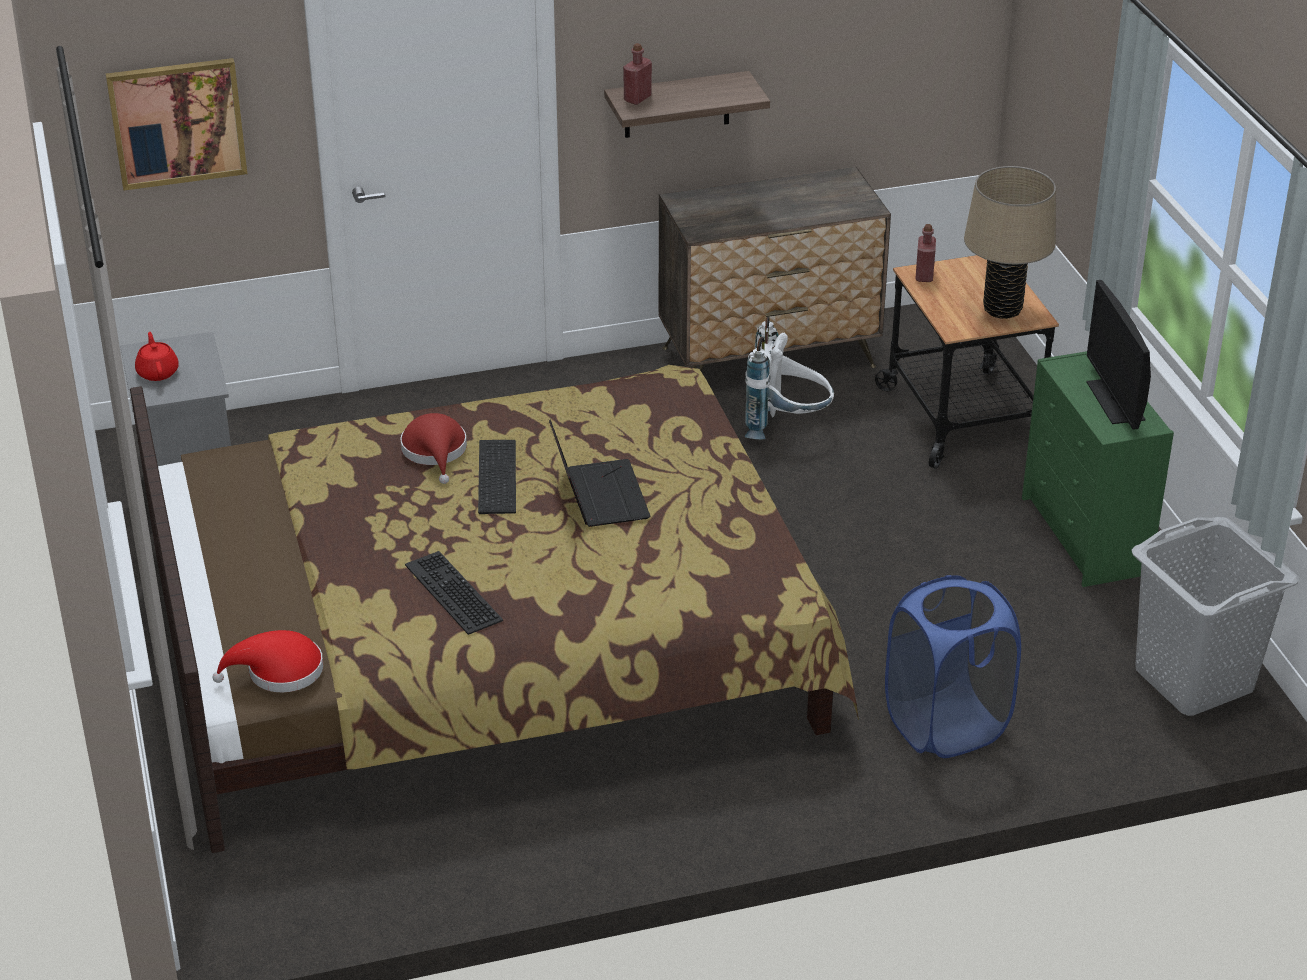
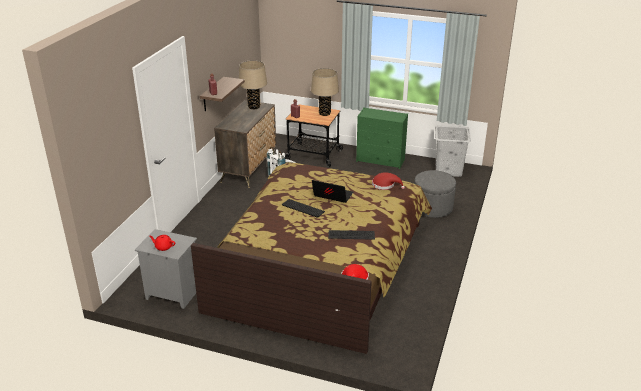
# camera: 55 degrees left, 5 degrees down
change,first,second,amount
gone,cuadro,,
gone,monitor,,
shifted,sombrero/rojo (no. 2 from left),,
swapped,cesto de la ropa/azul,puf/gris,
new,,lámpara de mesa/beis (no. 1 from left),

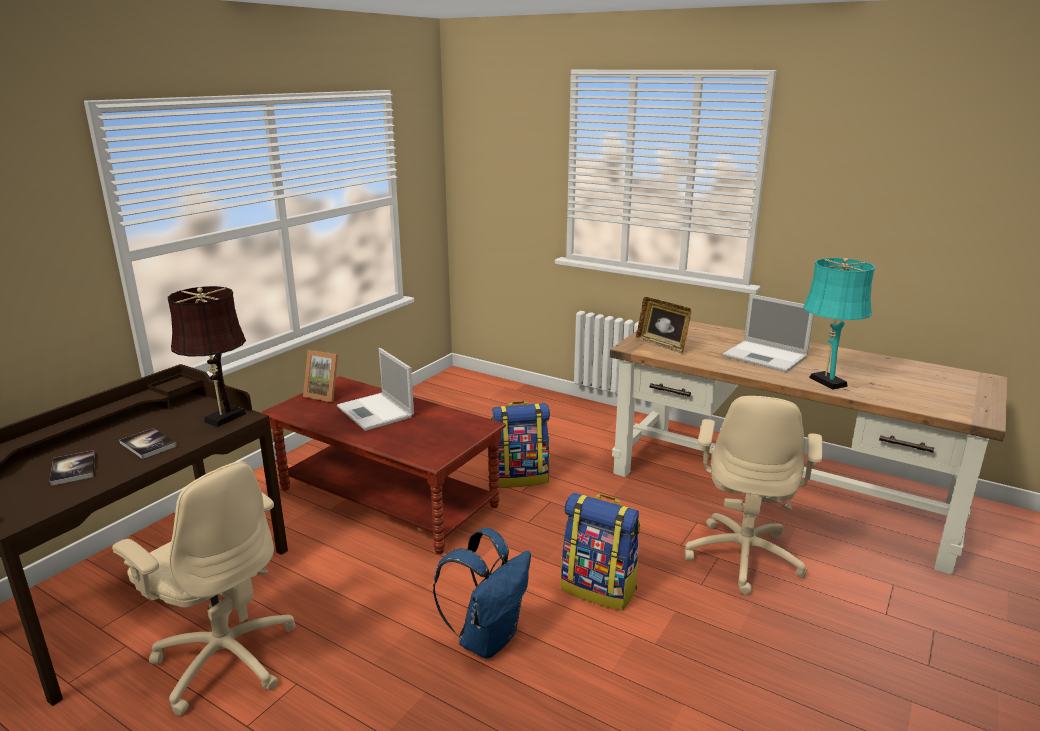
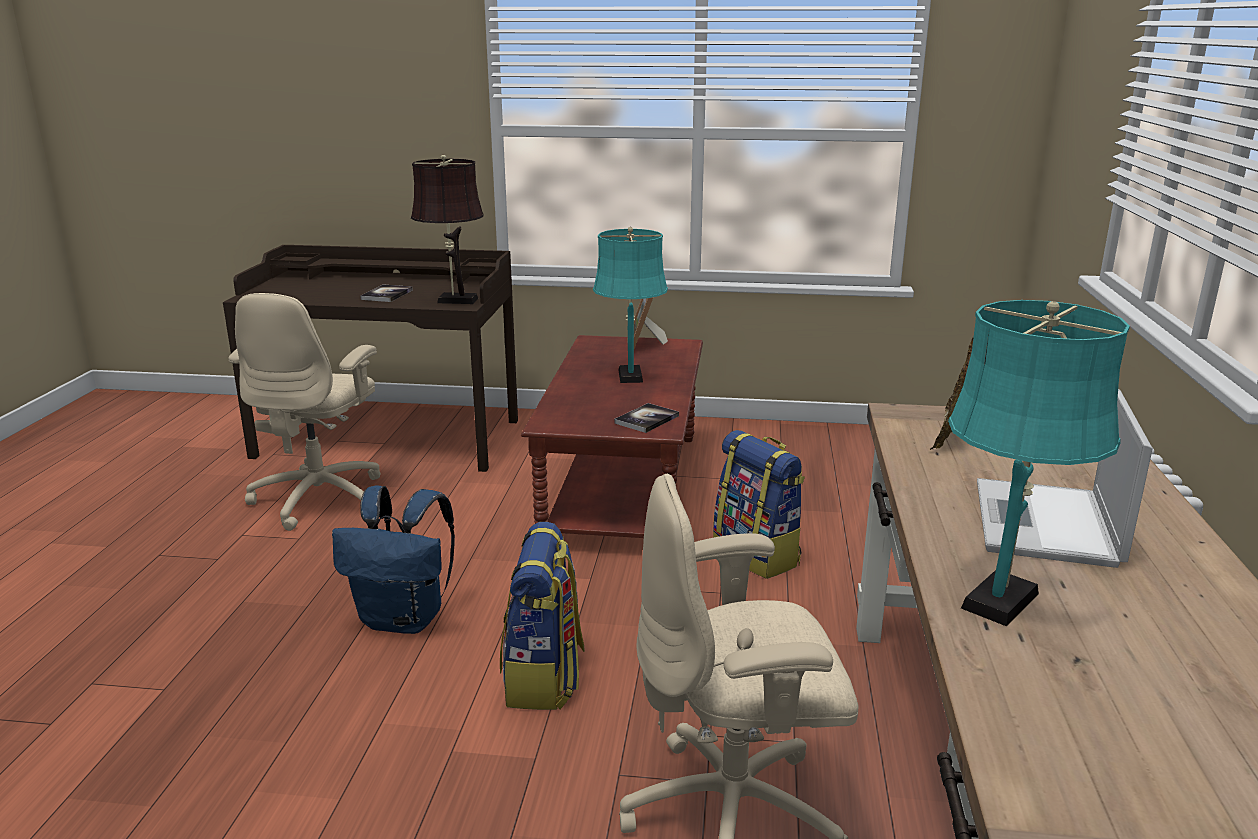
# camera: 65 degrees right, 0 degrees up
change,first,second,amount
swapped,portátil (no. 1 from left),lámpara de mesa/turquesa (no. 1 from left),
shifted,libro (no. 1 from left in the first image),libro (no. 2 from left),

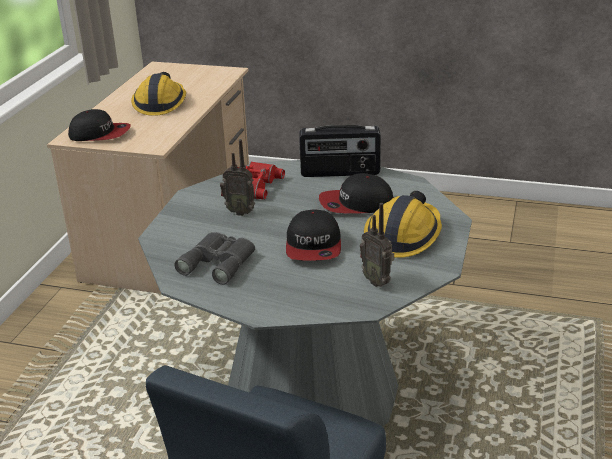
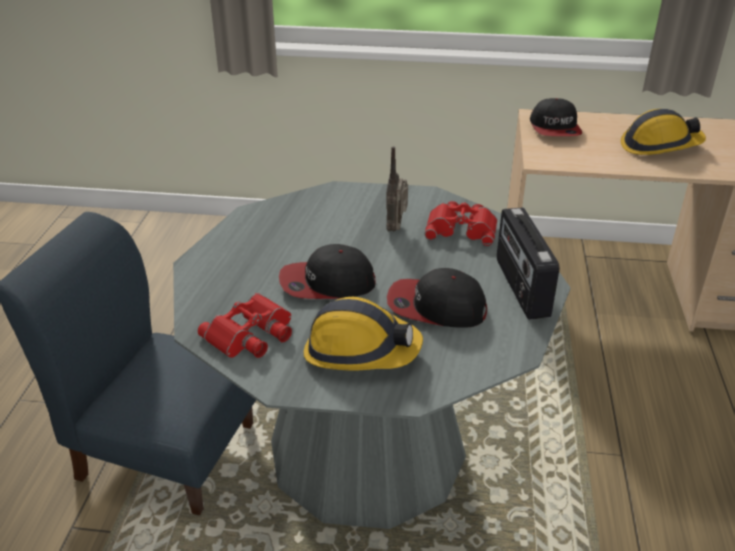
# camera: 80 degrees right, 5 degrees up
change,first,second,amount
rotated,gorra (no. 3 from left in the first image),gorra (no. 2 from left),60 degrees counterclockwise
swapped,radio (no. 3 from left),prismáticos/rojo (no. 1 from left),
gone,prismáticos/gris,,

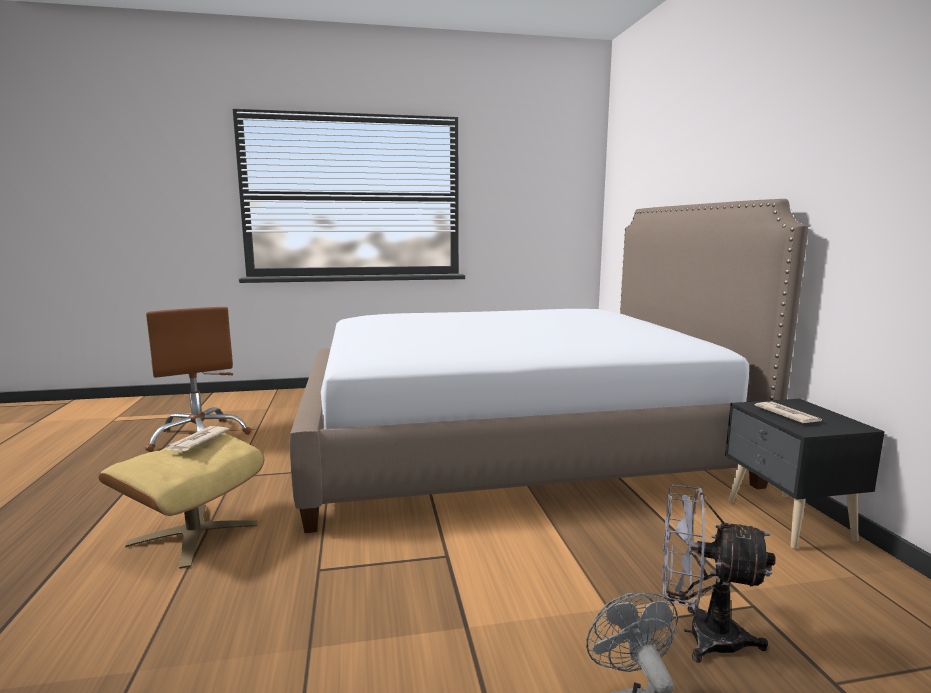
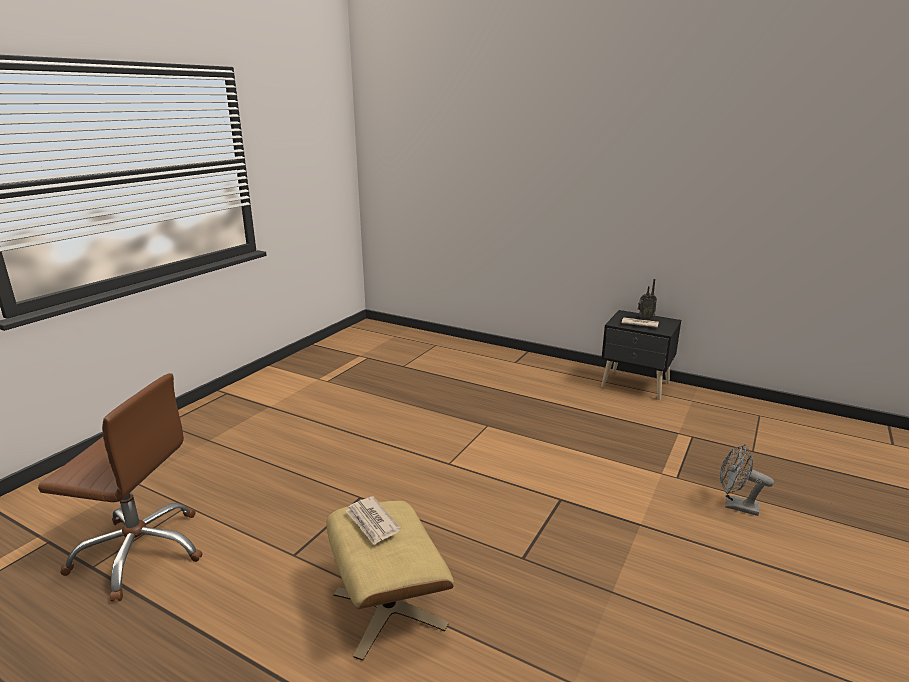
# camera: 50 degrees left, 10 degrees up
change,first,second,amount
gone,cama,,
gone,ventilador/gris (no. 2 from left),,
new,,radio,

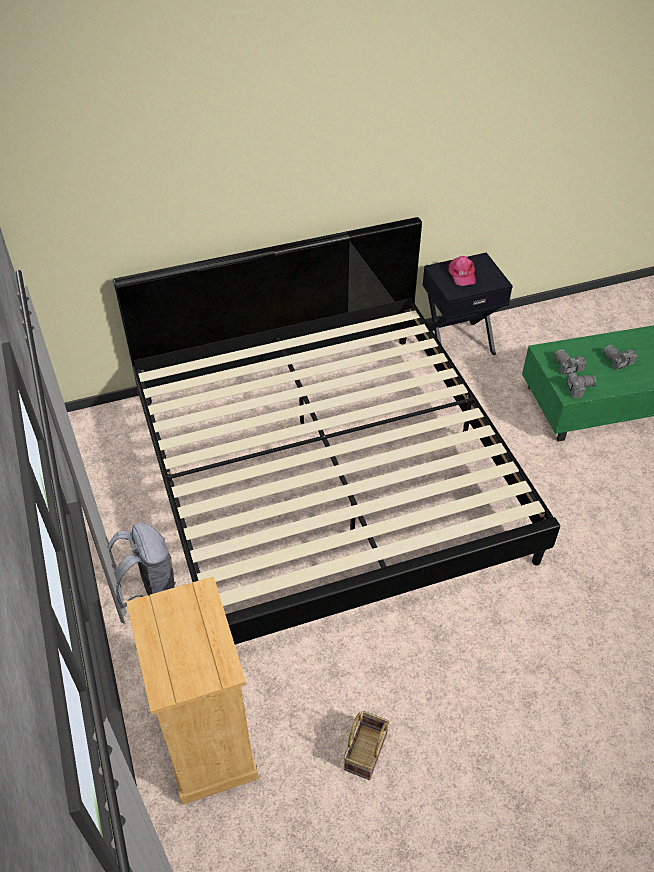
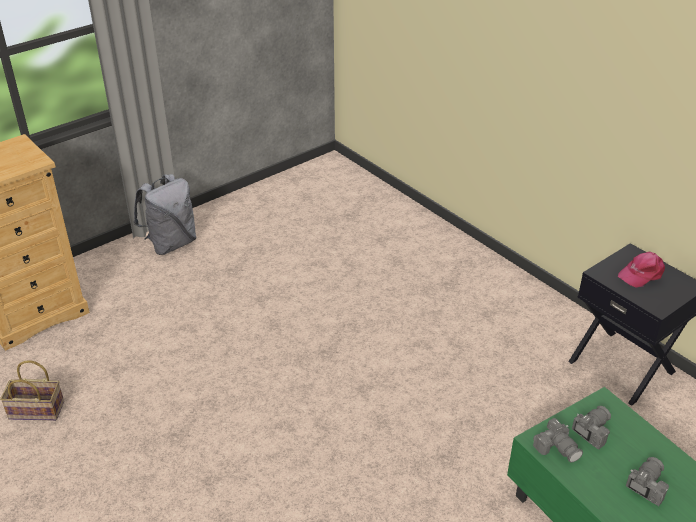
# camera: 70 degrees right, 10 degrees down
change,first,second,amount
gone,cama,,

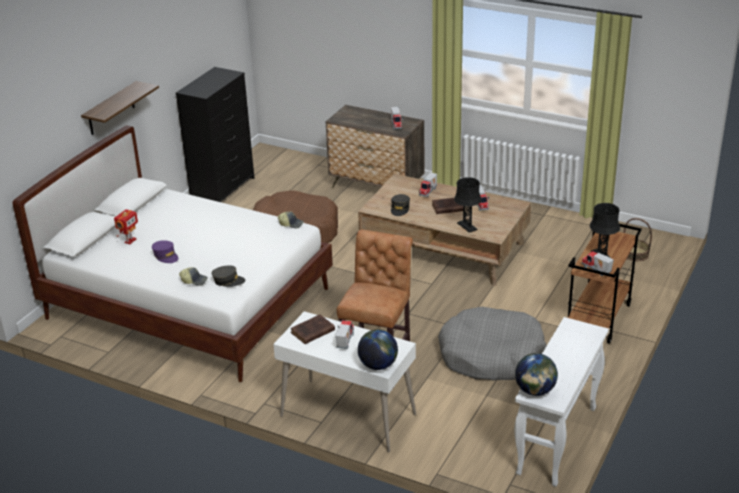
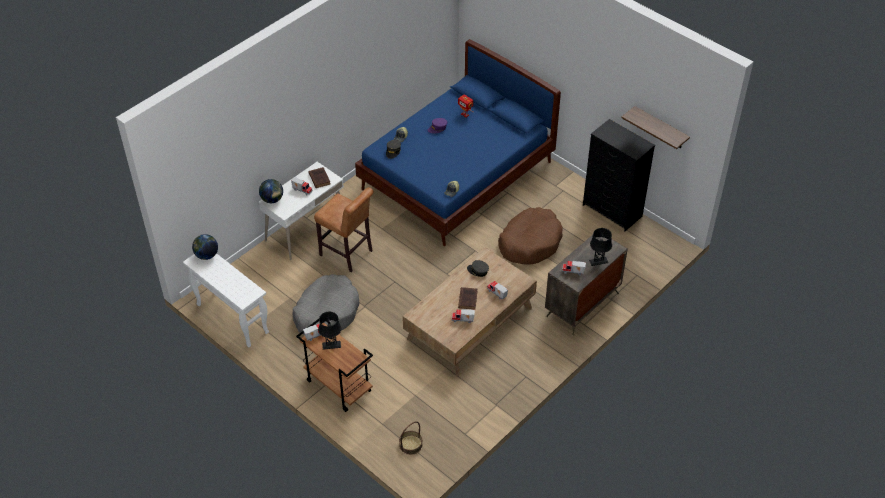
# camera: 105 degrees right, 15 degrees up
change,first,second,amount
shifted,estante,,
repainted,cama/blanco,cama/azul,
shifted,lámpara de mesa/negro (no. 1 from left in the first image),lámpara de mesa/negro (no. 2 from left),

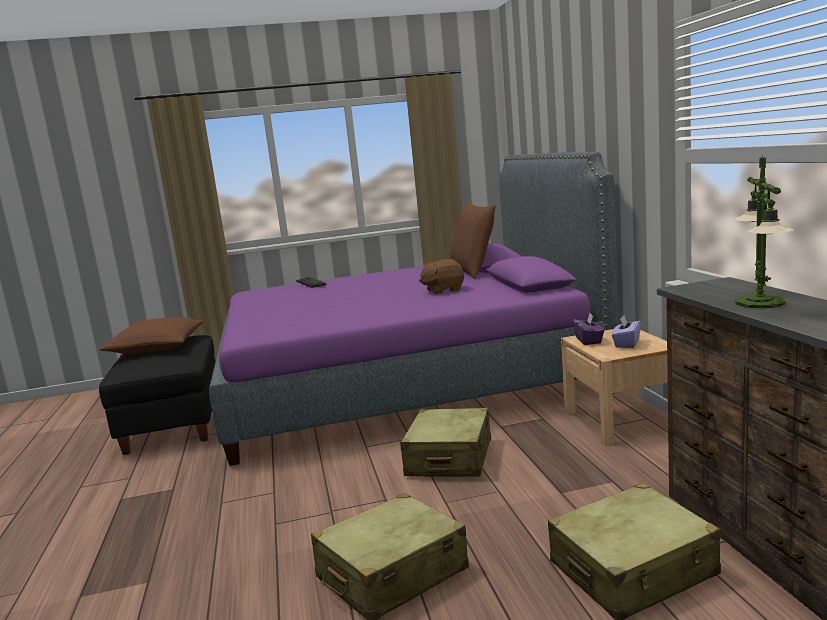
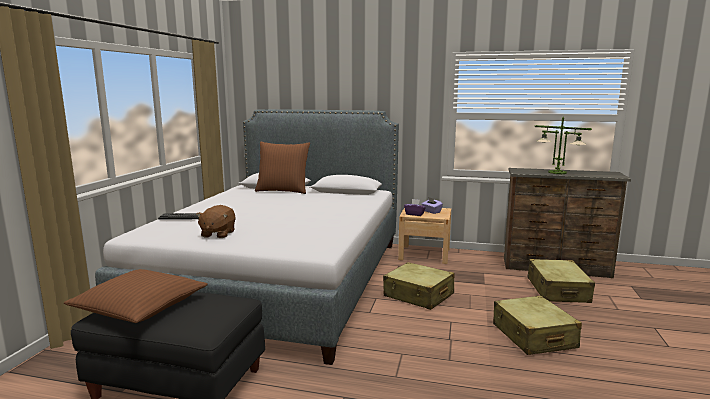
# camera: 65 degrees left, 0 degrees up
change,first,second,amount
repainted,cama/morado,cama/gris,
shifted,peluche/marrón,,

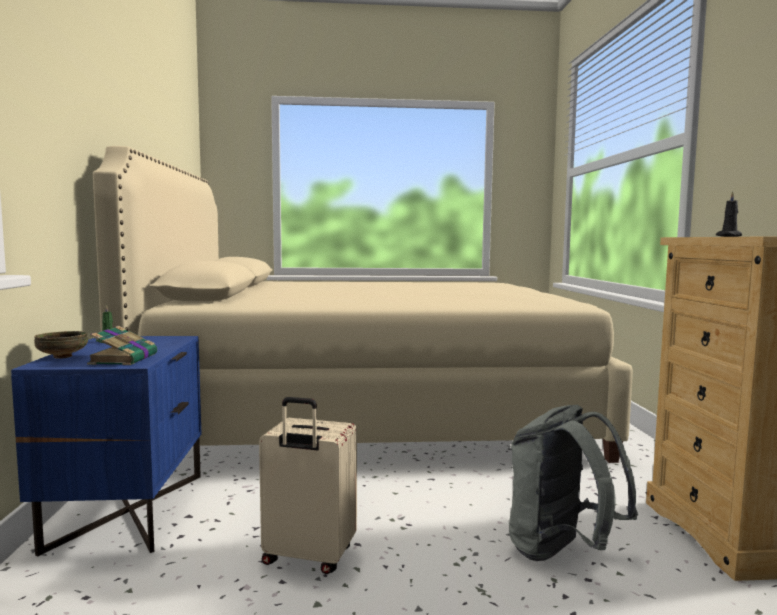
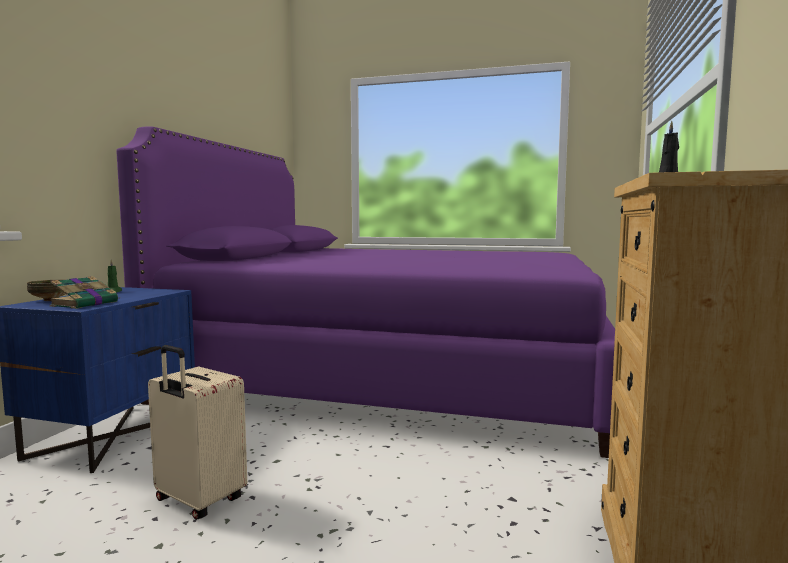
# camera: 20 degrees right, 0 degrees up
change,first,second,amount
repainted,cama/beis,cama/morado,
gone,mochila/gris,,

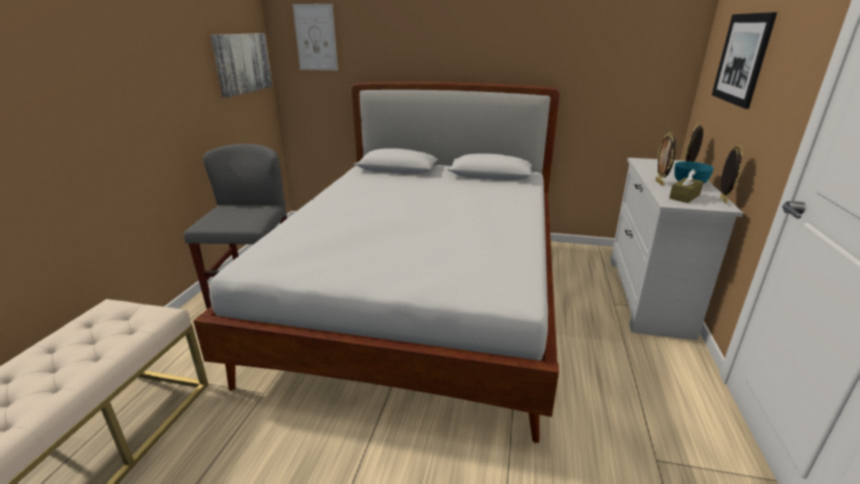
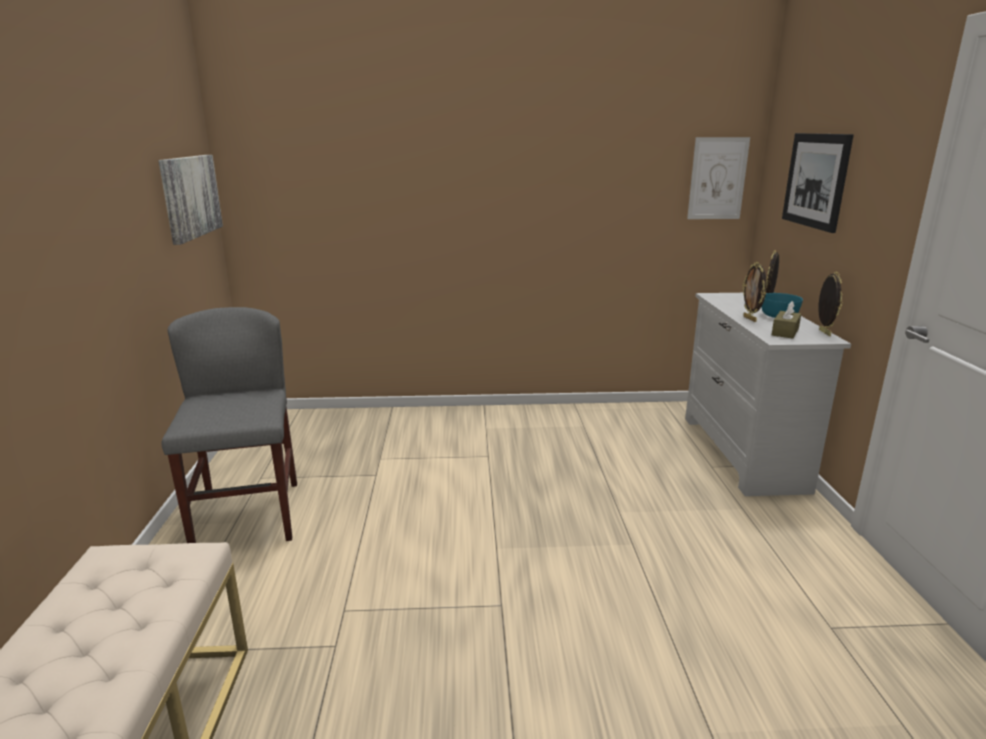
# camera: 15 degrees left, 5 degrees down
change,first,second,amount
shifted,cuadro (no. 2 from left),,
gone,cama/blanco,,

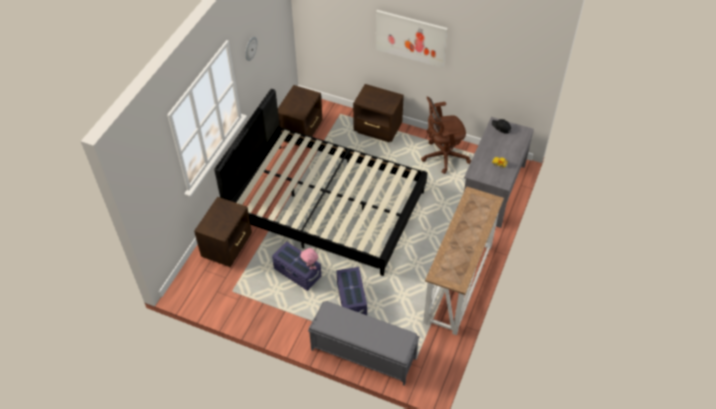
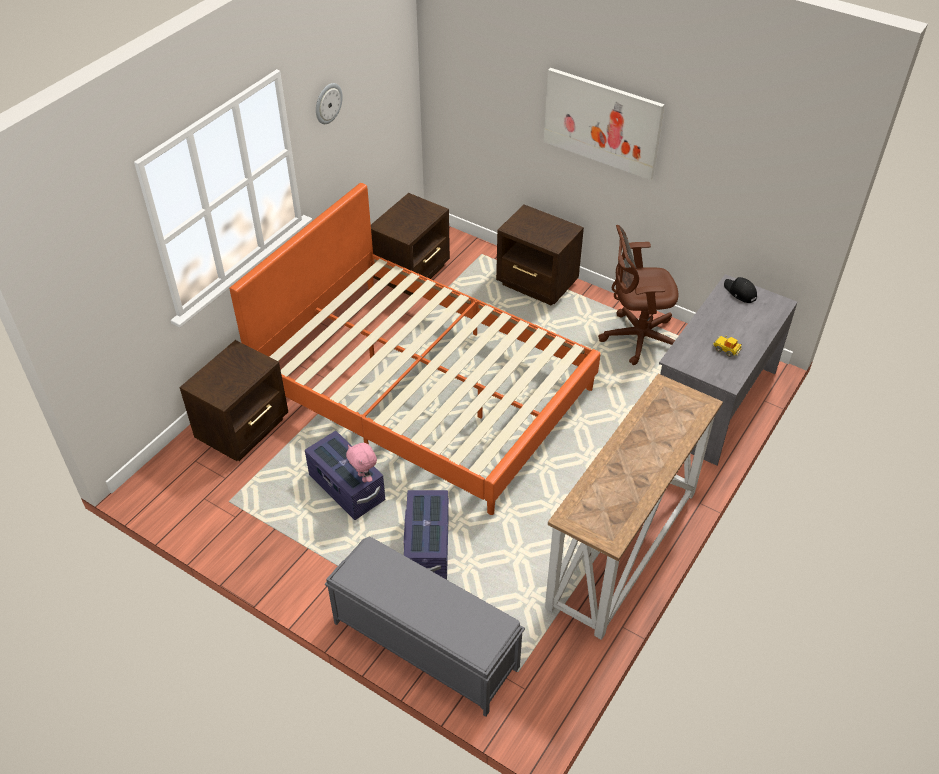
# camera: 10 degrees right, 5 degrees down
change,first,second,amount
repainted,cama/negro,cama/naranja,

